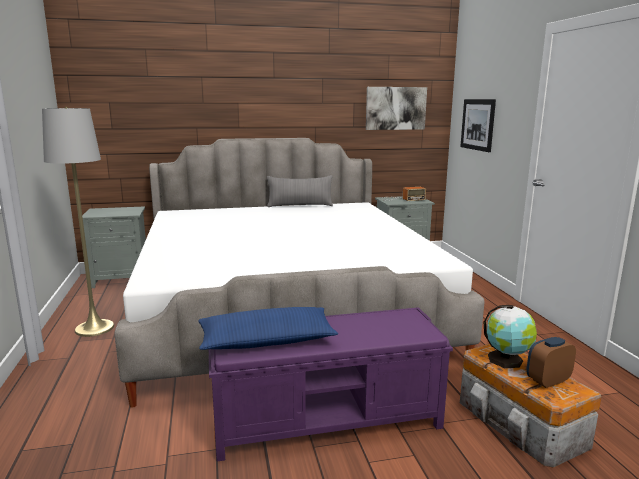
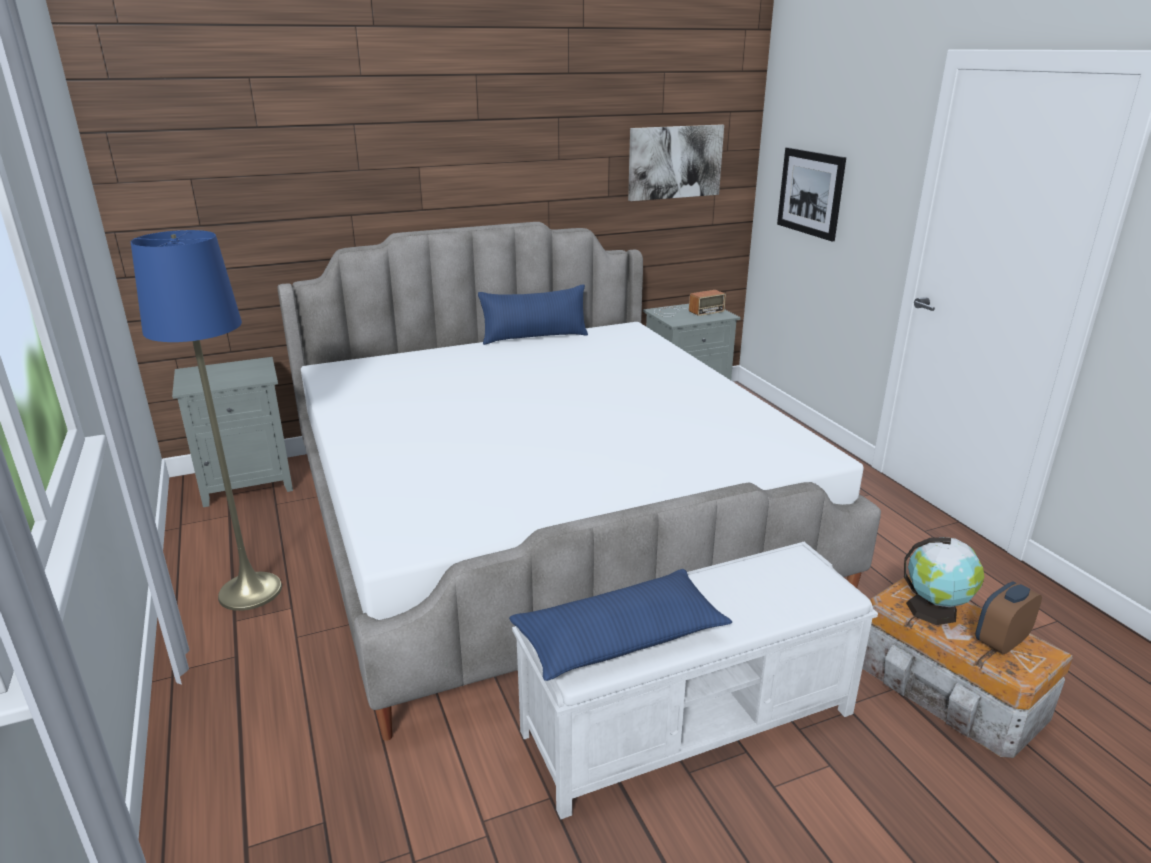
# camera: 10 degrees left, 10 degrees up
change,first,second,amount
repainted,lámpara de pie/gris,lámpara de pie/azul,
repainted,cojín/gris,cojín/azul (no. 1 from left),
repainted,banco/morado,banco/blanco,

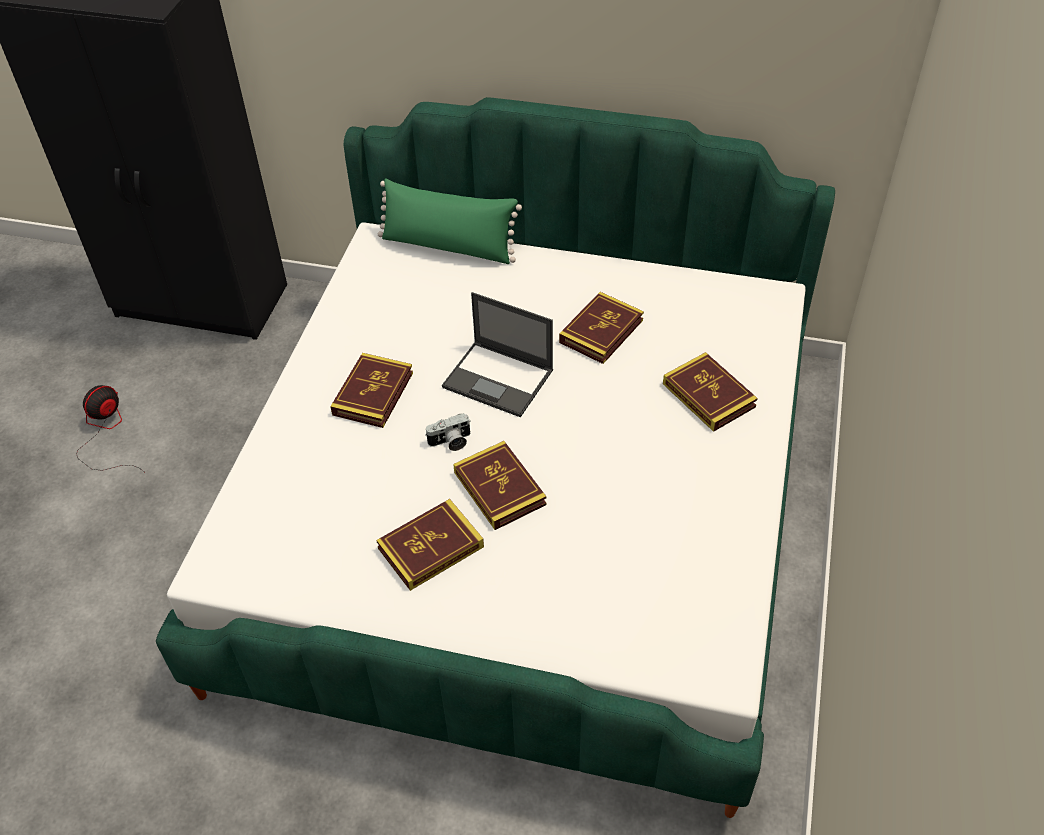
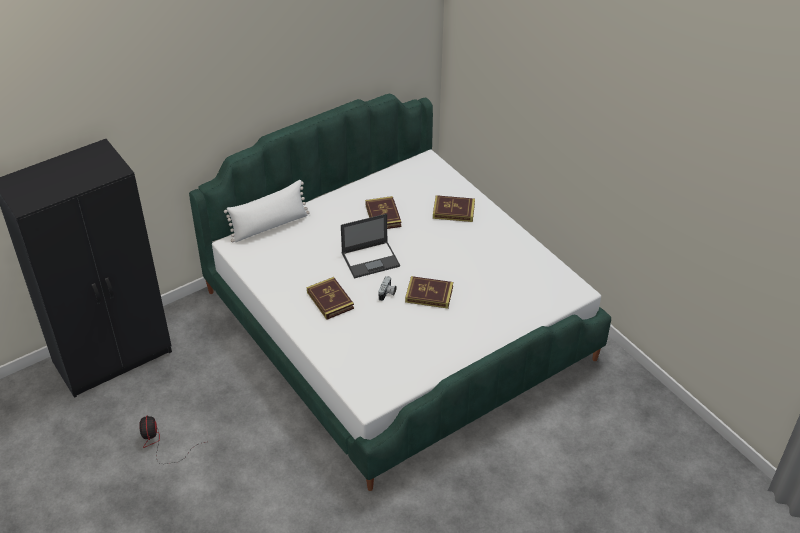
# camera: 50 degrees left, 5 degrees down
change,first,second,amount
repainted,cojín/verde,cojín/blanco,
gone,libro (no. 2 from left),,

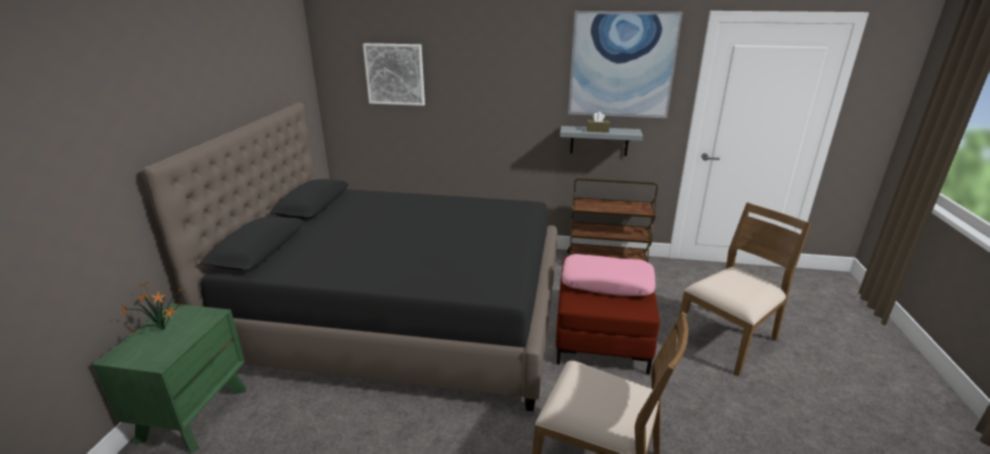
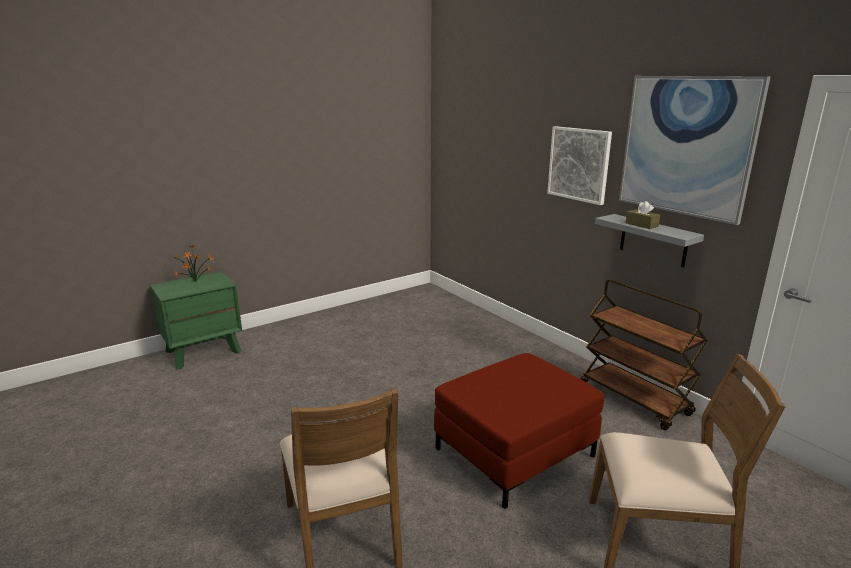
# camera: 45 degrees right, 5 degrees down
change,first,second,amount
shifted,cuadro (no. 1 from left),,
gone,cama/negro,,
gone,cojín/rosa,,

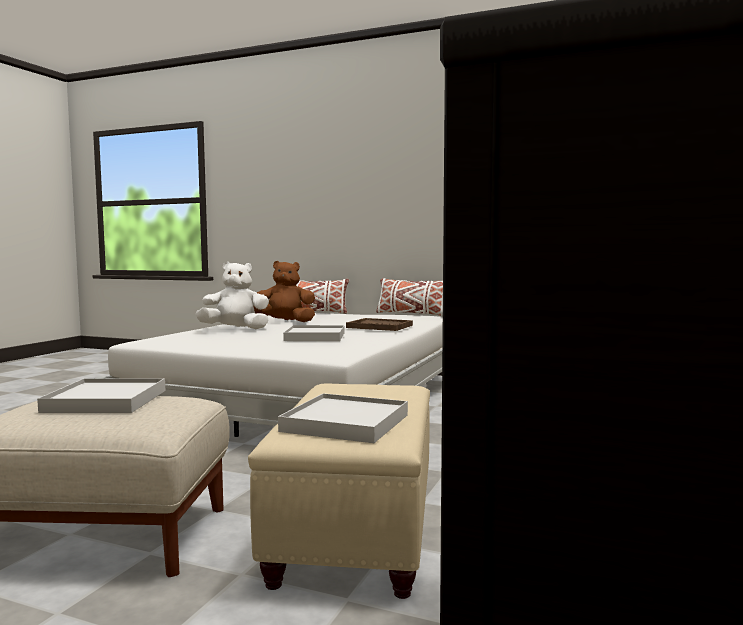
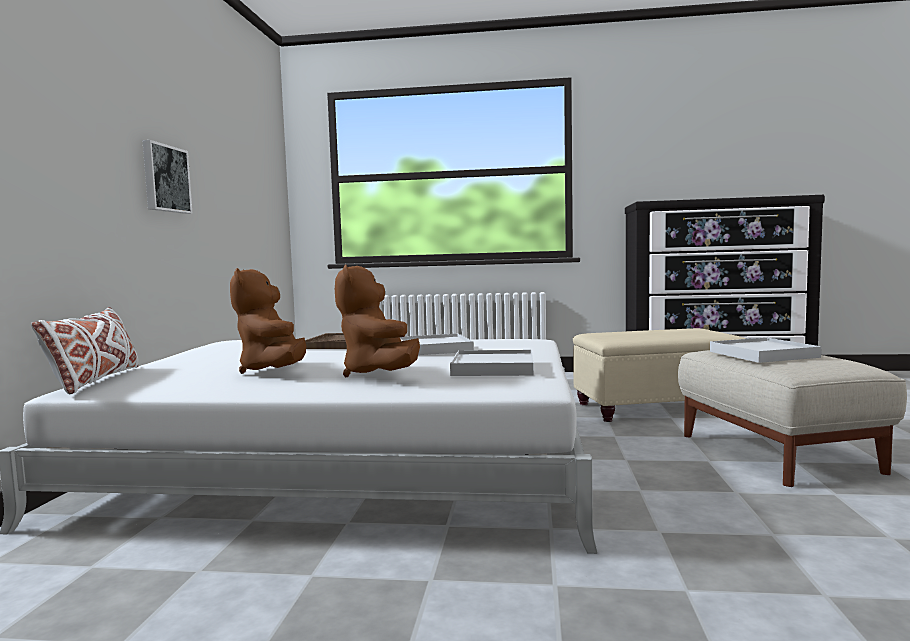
# camera: 105 degrees left, 0 degrees up
change,first,second,amount
repainted,peluche/blanco,peluche/marrón (no. 2 from left),
gone,cojín/blanco (no. 2 from left),,
shifted,bandeja/blanco (no. 3 from left in the first image),bandeja/blanco (no. 2 from left),
new,,cuadro,

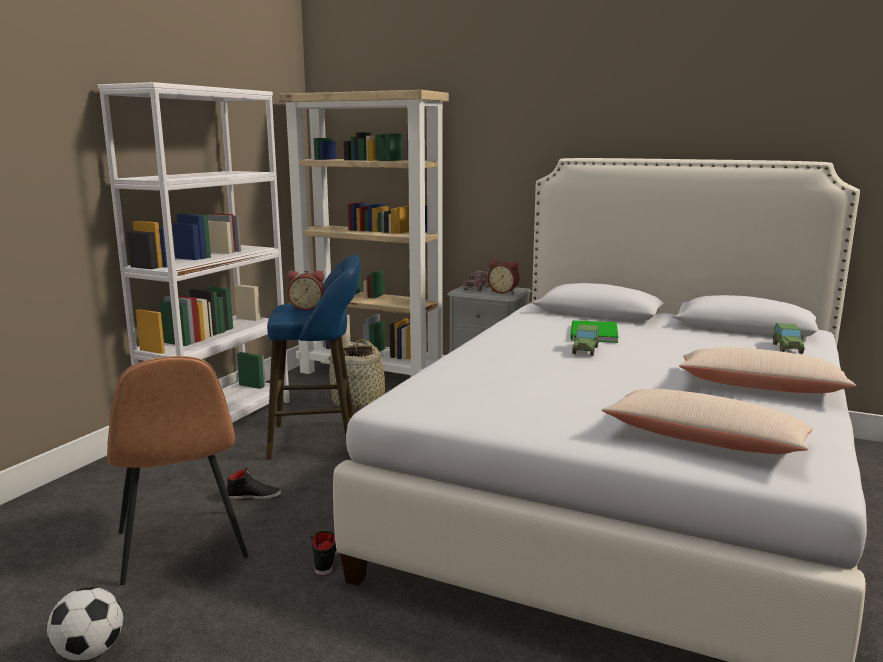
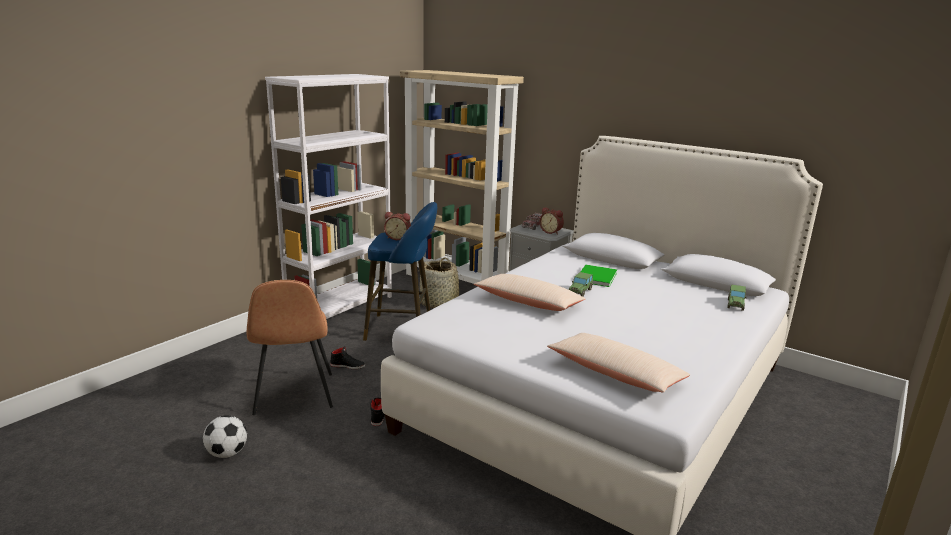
# camera: 10 degrees right, 5 degrees up
change,first,second,amount
shifted,cojín/beis (no. 2 from left in the first image),cojín/beis (no. 1 from left),

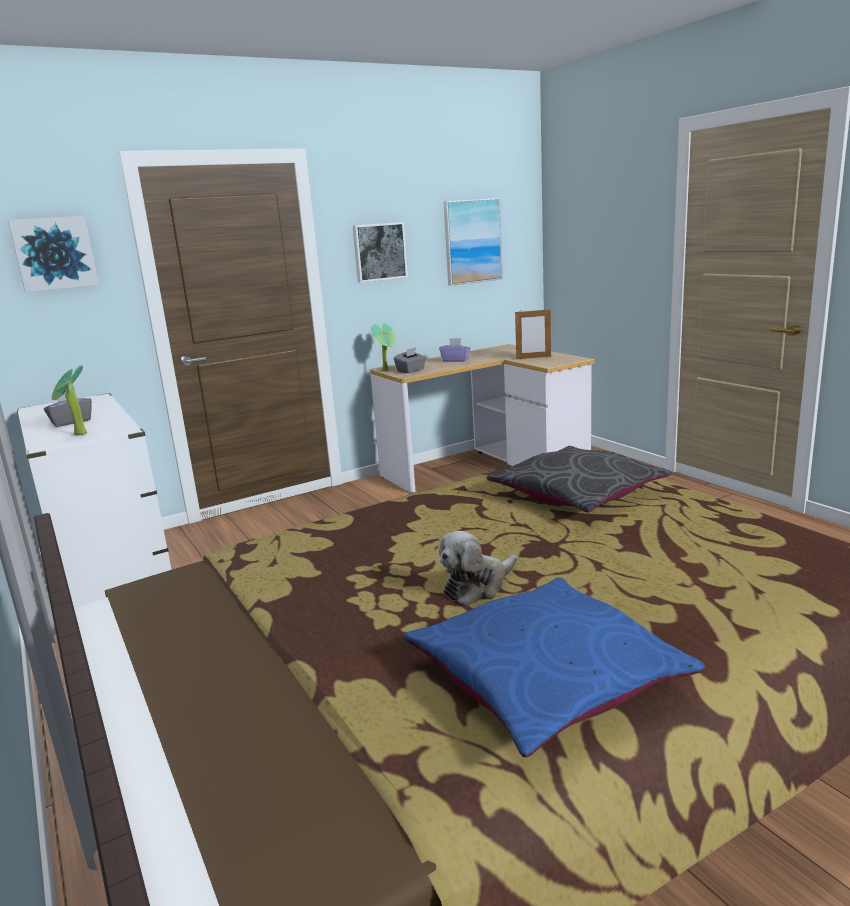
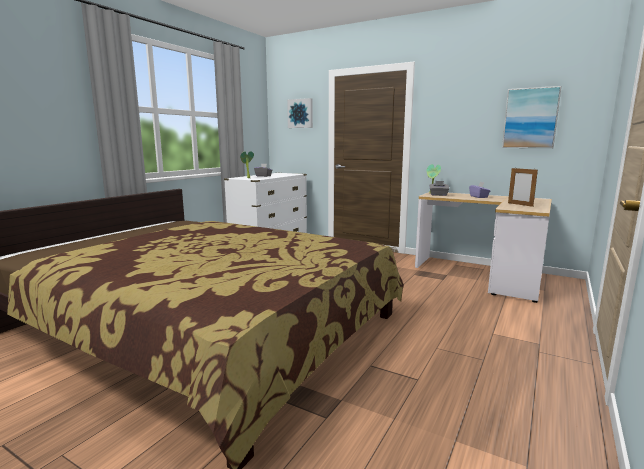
# camera: 60 degrees right, 5 degrees down
change,first,second,amount
gone,cuadro (no. 2 from left),,
gone,cojín/gris,,
gone,peluche,,
gone,cojín/azul,,

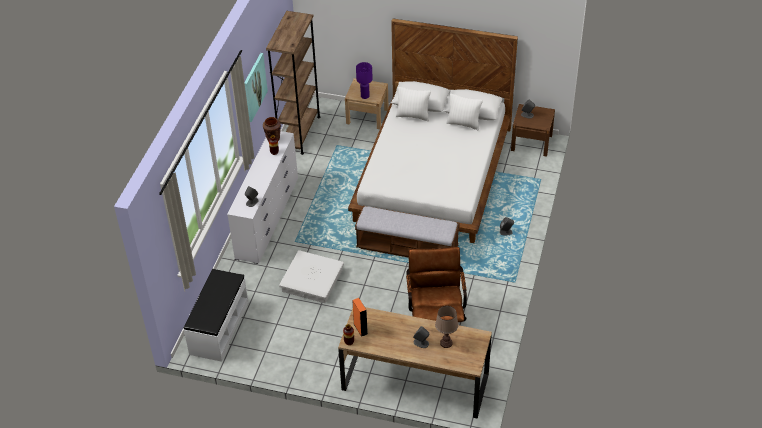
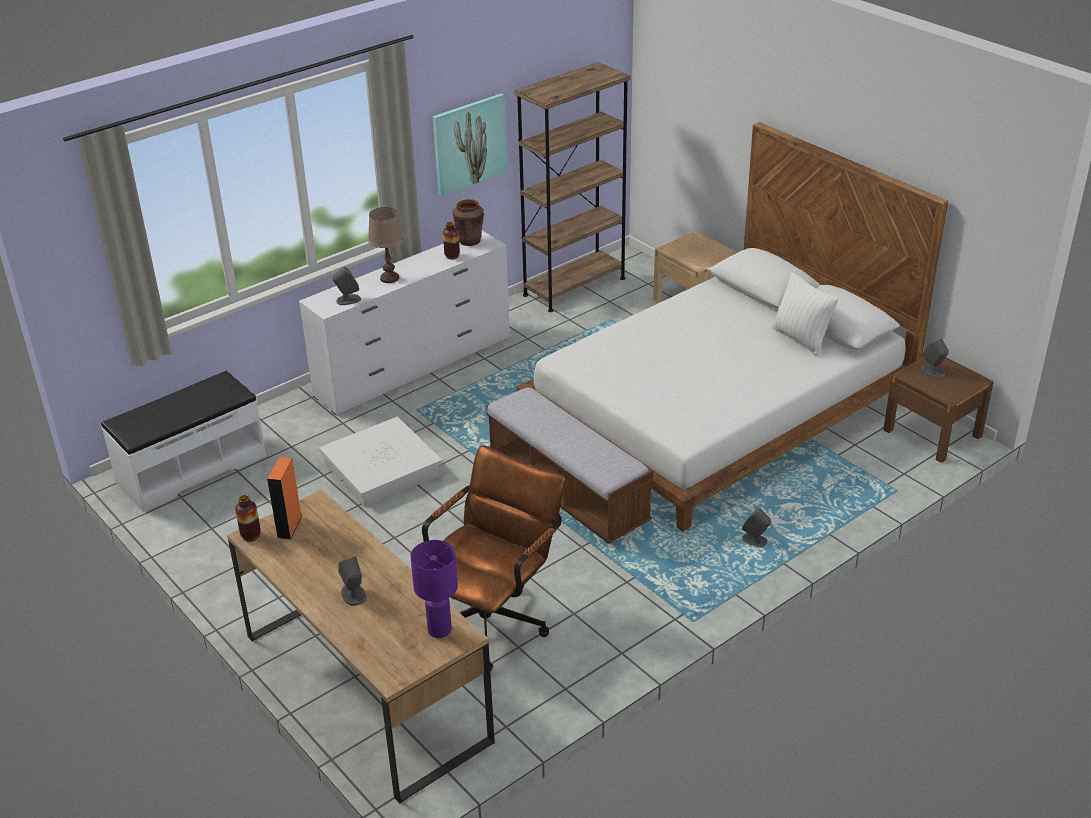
# camera: 35 degrees right, 10 degrees down
change,first,second,amount
shifted,lámpara de mesa/morado,,
gone,cojín/blanco (no. 1 from left),,
shifted,lámpara de mesa/marrón,,

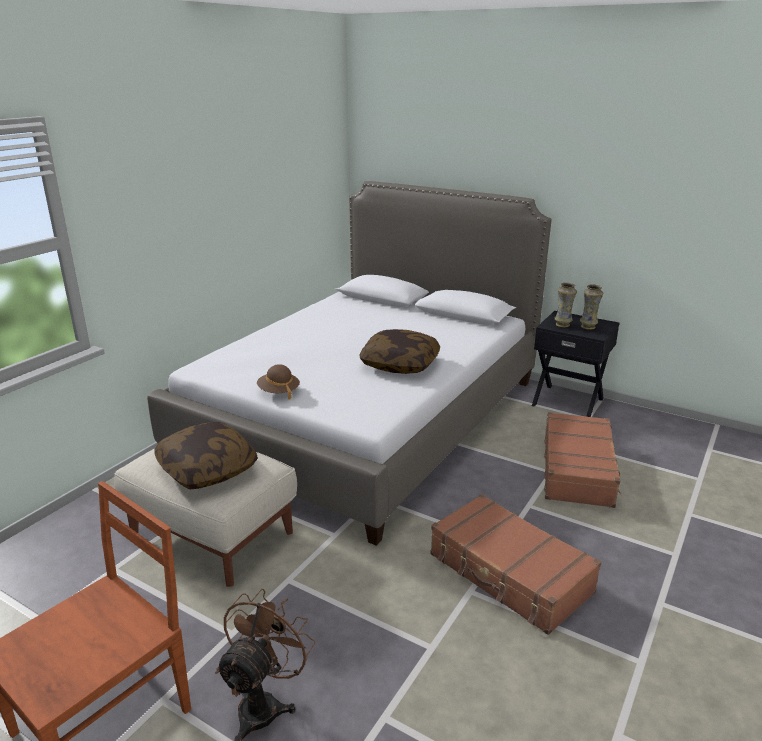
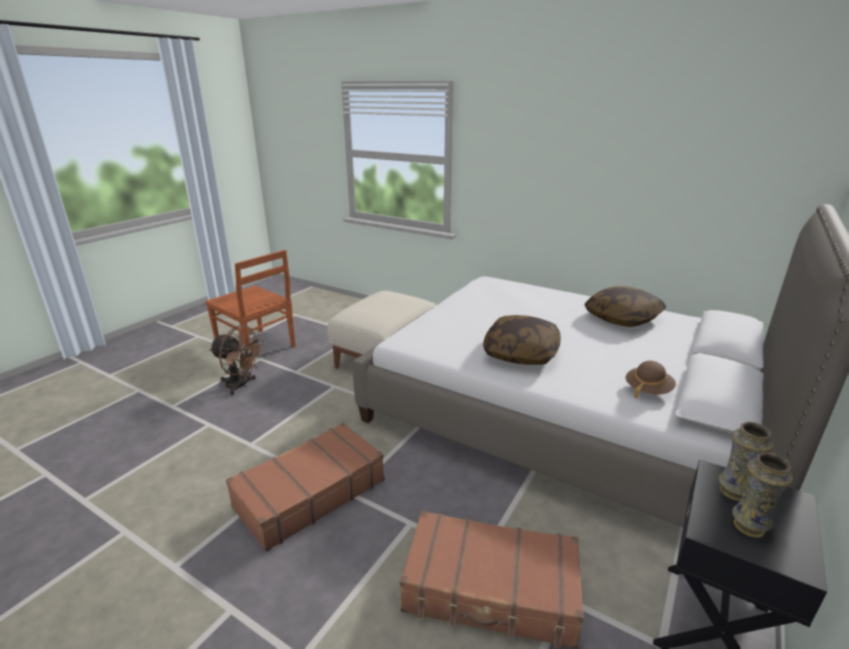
# camera: 90 degrees right, 0 degrees up
change,first,second,amount
shifted,sombrero/marrón,,
shifted,cojín (no. 1 from left in the first image),cojín (no. 2 from left),

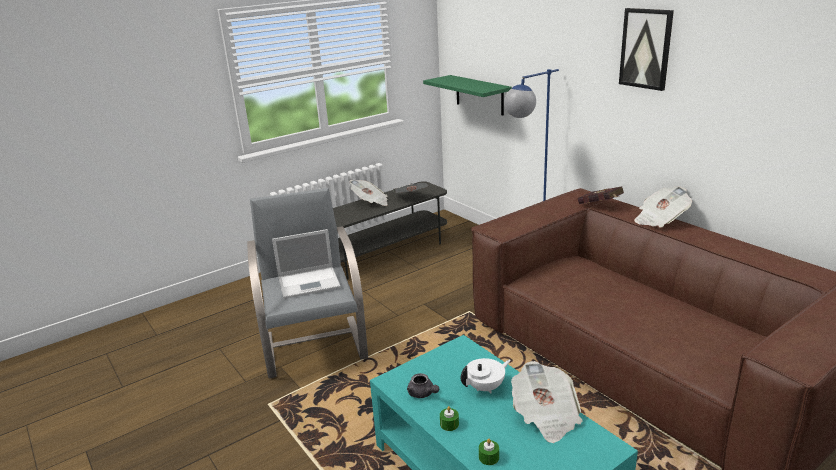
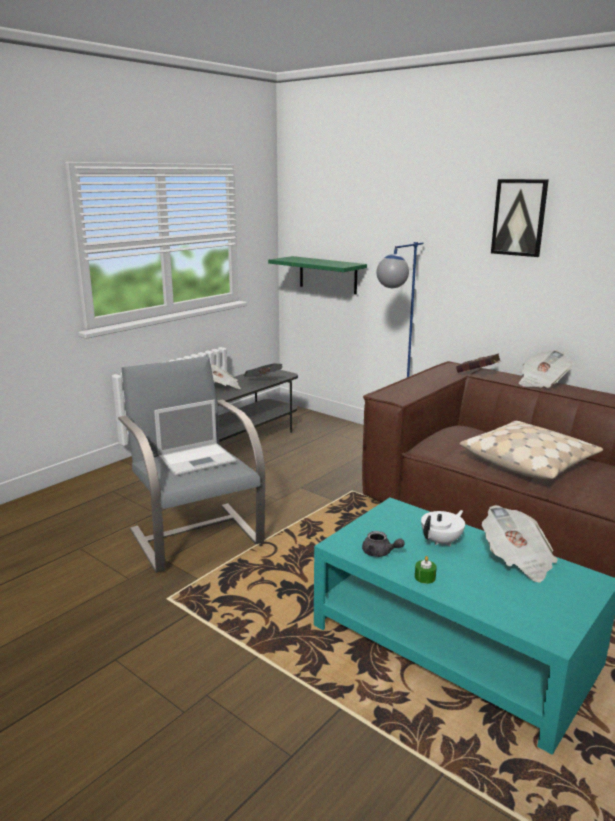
# camera: 15 degrees left, 5 degrees down
change,first,second,amount
gone,vela/verde (no. 2 from left),,
new,,cojín/beis,

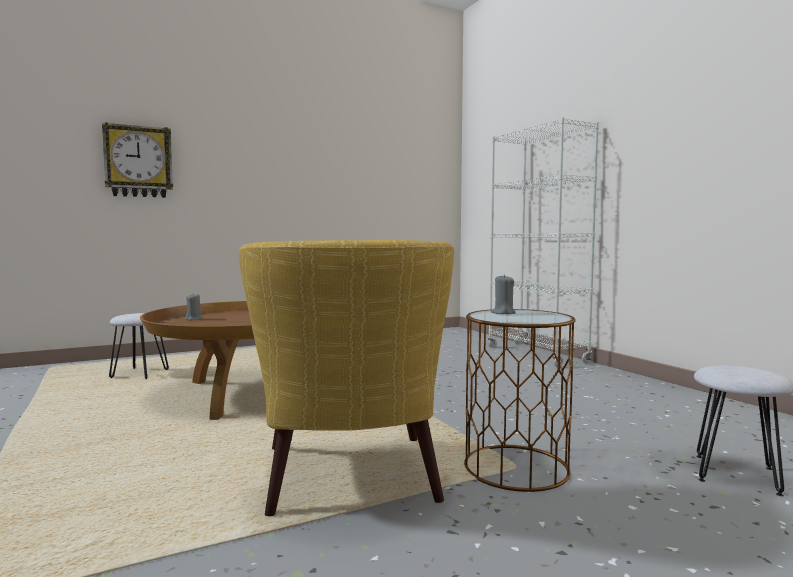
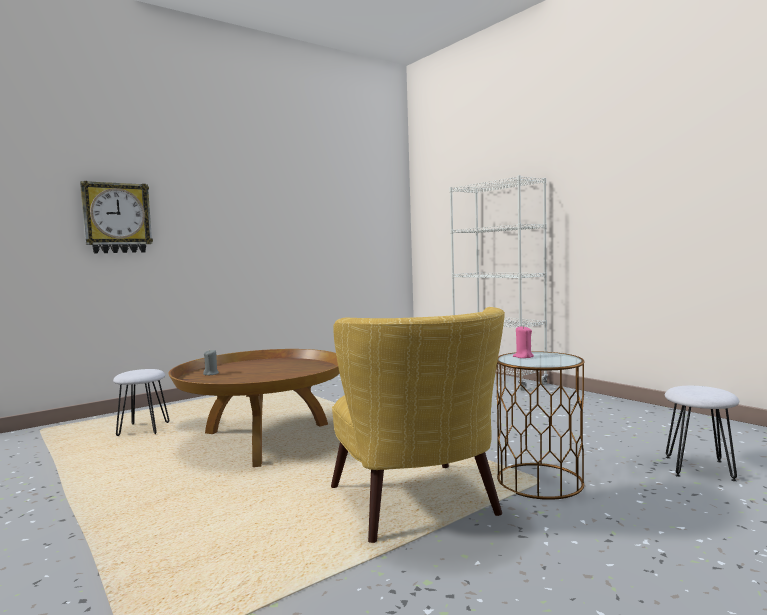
# camera: 10 degrees left, 0 degrees up
change,first,second,amount
repainted,vela/gris (no. 2 from left),vela/rosa,

